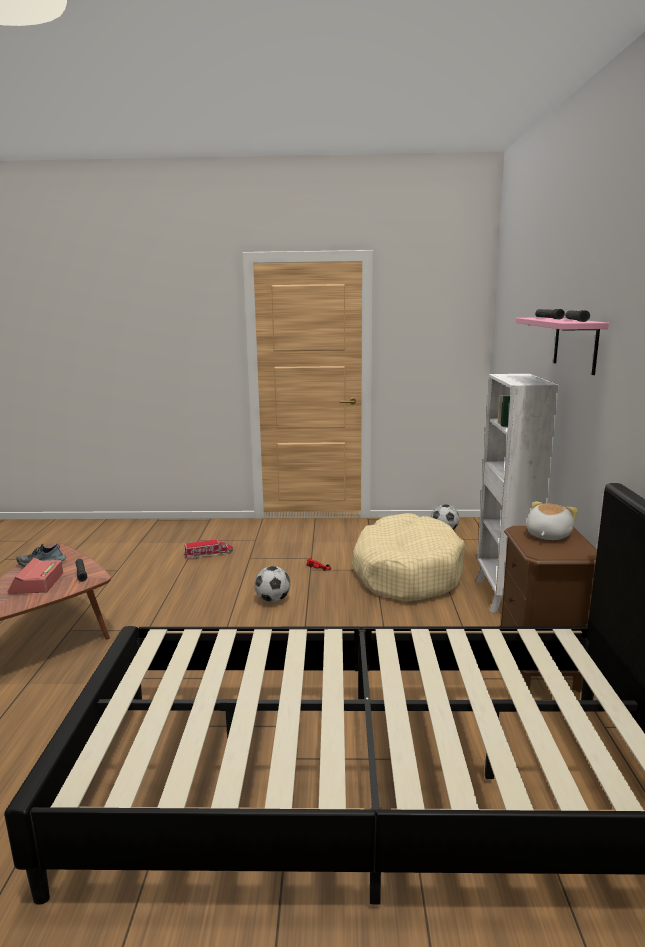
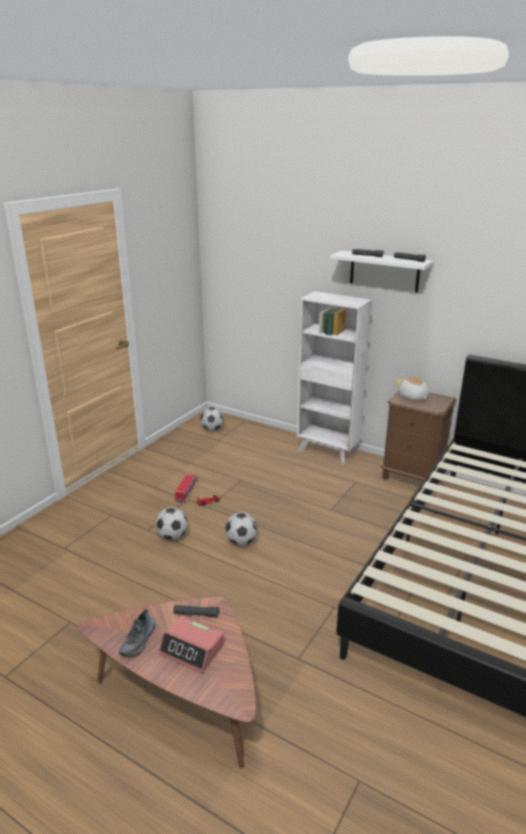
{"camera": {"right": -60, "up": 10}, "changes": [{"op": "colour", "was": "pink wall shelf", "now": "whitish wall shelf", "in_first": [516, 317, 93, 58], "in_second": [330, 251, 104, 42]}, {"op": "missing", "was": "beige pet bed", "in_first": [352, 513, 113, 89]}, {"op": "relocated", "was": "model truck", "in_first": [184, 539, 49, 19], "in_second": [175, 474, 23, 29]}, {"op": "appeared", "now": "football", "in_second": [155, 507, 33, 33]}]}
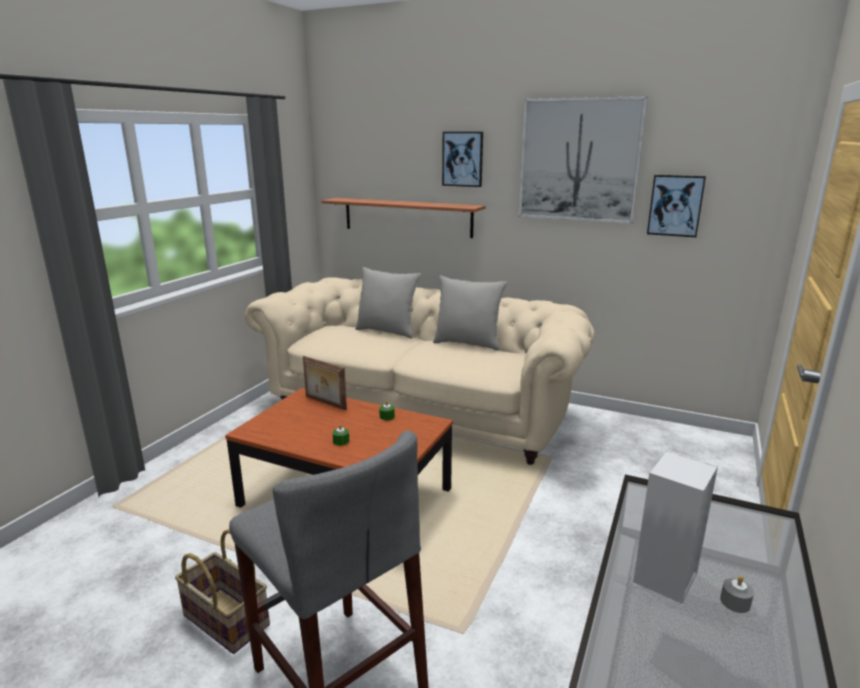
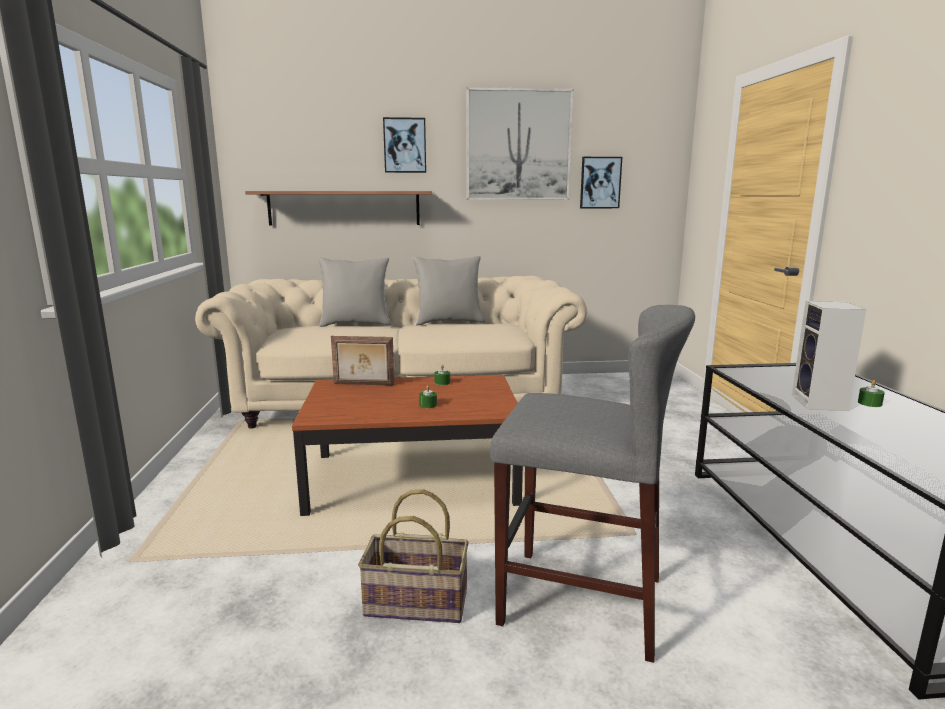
{"camera": {"right": -30, "up": -5}, "changes": [{"op": "colour", "was": "gray wax candle", "now": "green-coloured wax candle", "in_first": [720, 576, 34, 37], "in_second": [858, 380, 27, 27]}]}
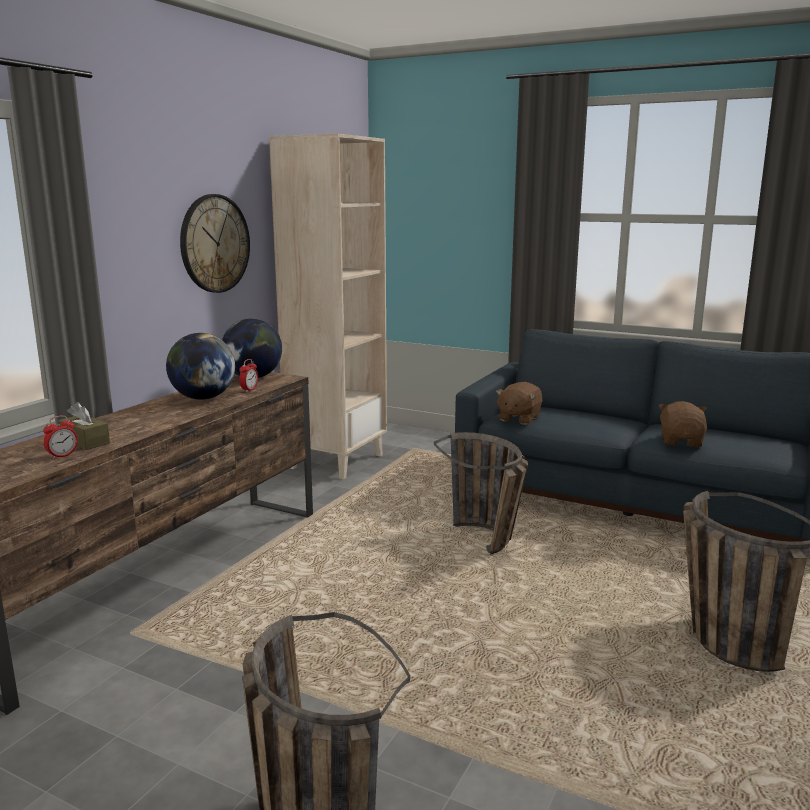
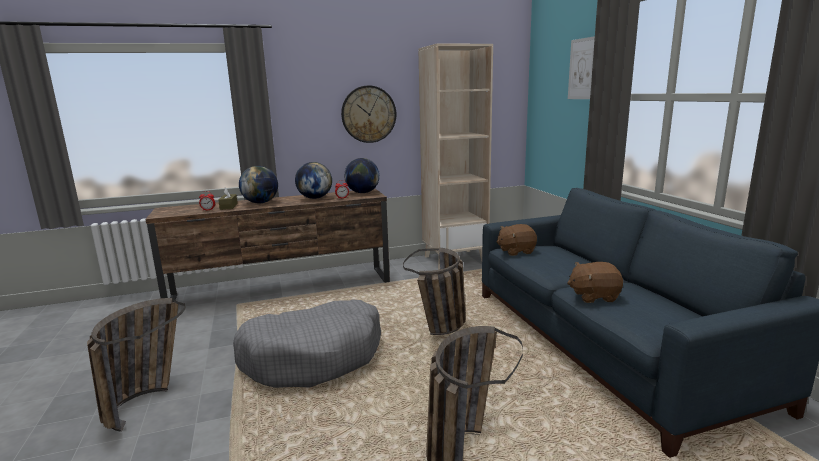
{"camera": {"right": 45, "up": 0}, "changes": [{"op": "spun", "was": "brown-coloured plush toy", "in_first": [659, 401, 48, 46], "in_second": [567, 262, 56, 41], "clockwise": -150}, {"op": "appeared", "now": "picture", "in_second": [568, 36, 27, 63]}, {"op": "appeared", "now": "desk globe", "in_second": [239, 166, 39, 37]}, {"op": "appeared", "now": "gray pet bed", "in_second": [233, 299, 148, 89]}]}
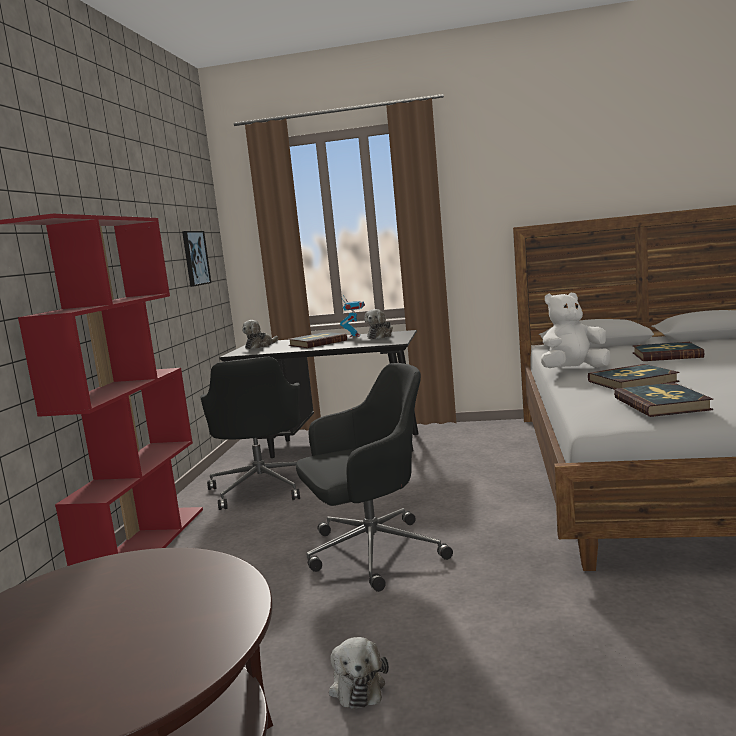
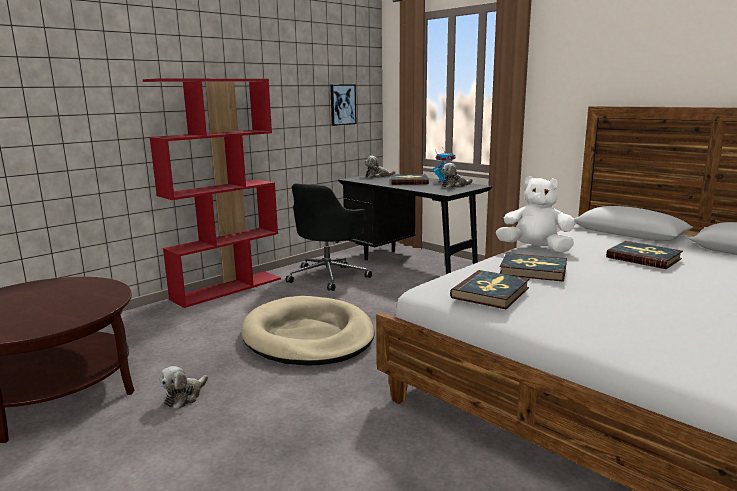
{"camera": {"right": 35, "up": 5}, "changes": [{"op": "exchanged", "was": "black desk chair", "now": "beige pet bed", "in_first": [296, 363, 157, 229], "in_second": [241, 296, 134, 69]}]}
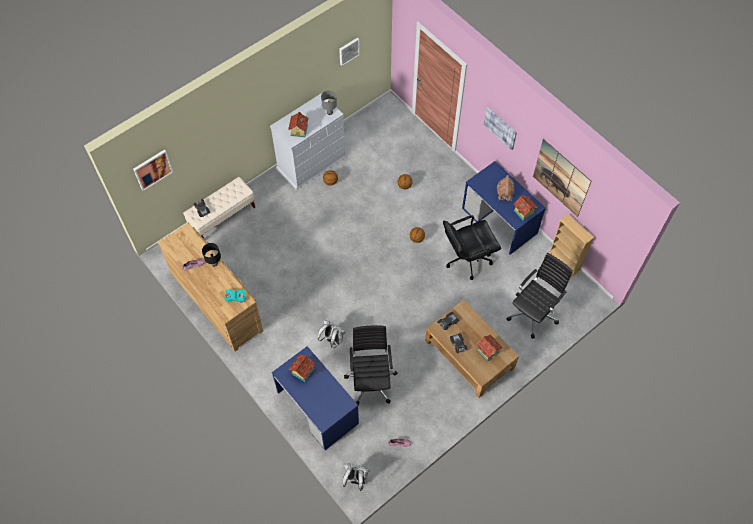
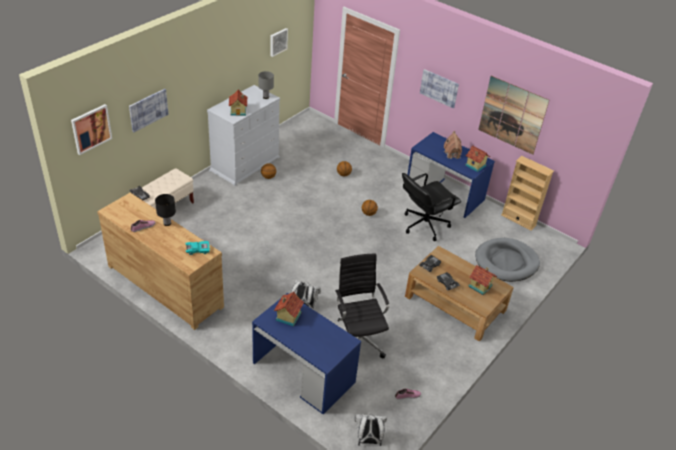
{"camera": {"right": -15, "up": -20}, "changes": [{"op": "exchanged", "was": "black desk chair", "now": "gray pet bed", "in_first": [507, 253, 66, 86], "in_second": [475, 238, 65, 44]}, {"op": "appeared", "now": "picture", "in_second": [129, 89, 39, 43]}]}
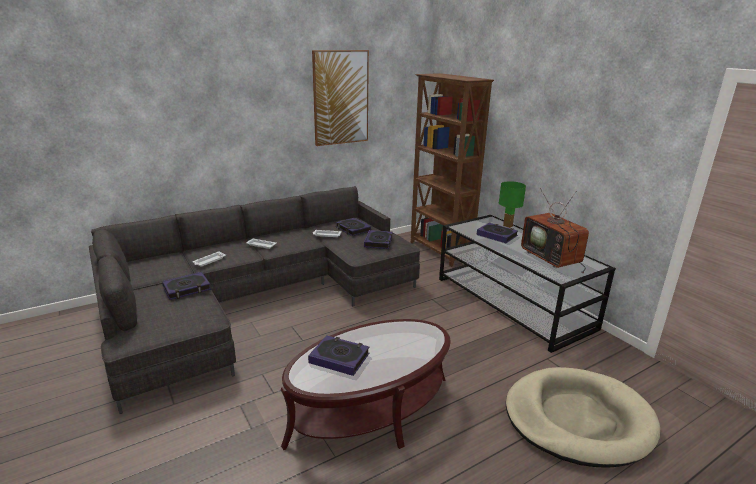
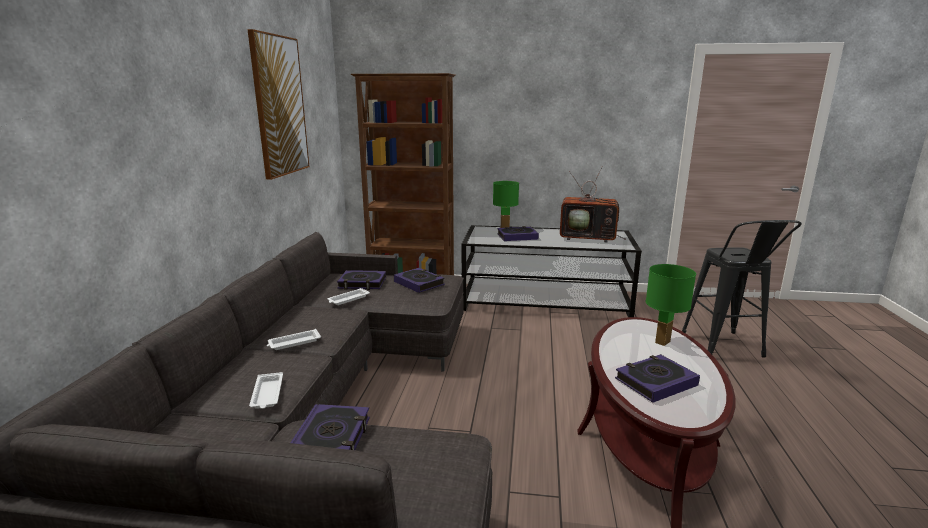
{"camera": {"right": -50, "up": -5}, "changes": [{"op": "exchanged", "was": "beige pet bed", "now": "black sitting stool", "in_first": [506, 367, 154, 101], "in_second": [682, 220, 120, 138]}, {"op": "appeared", "now": "green-coloured tabletop lamp", "in_second": [646, 264, 50, 82]}]}
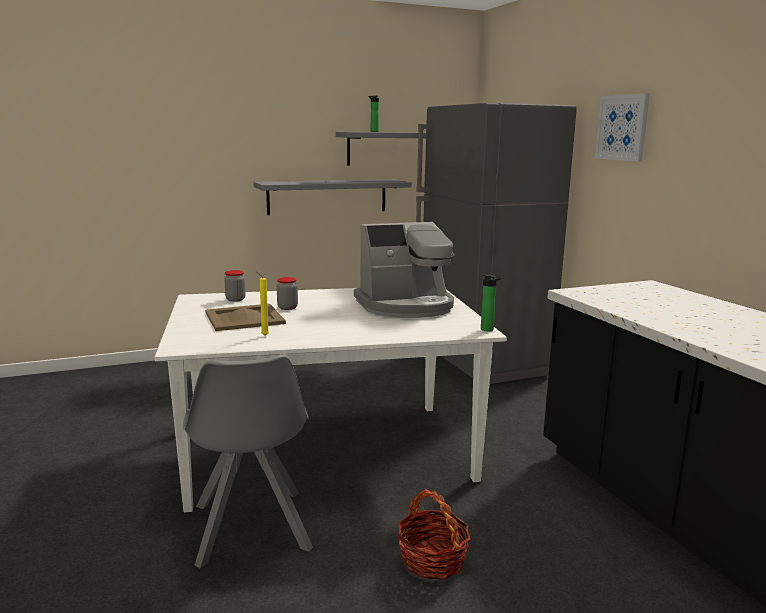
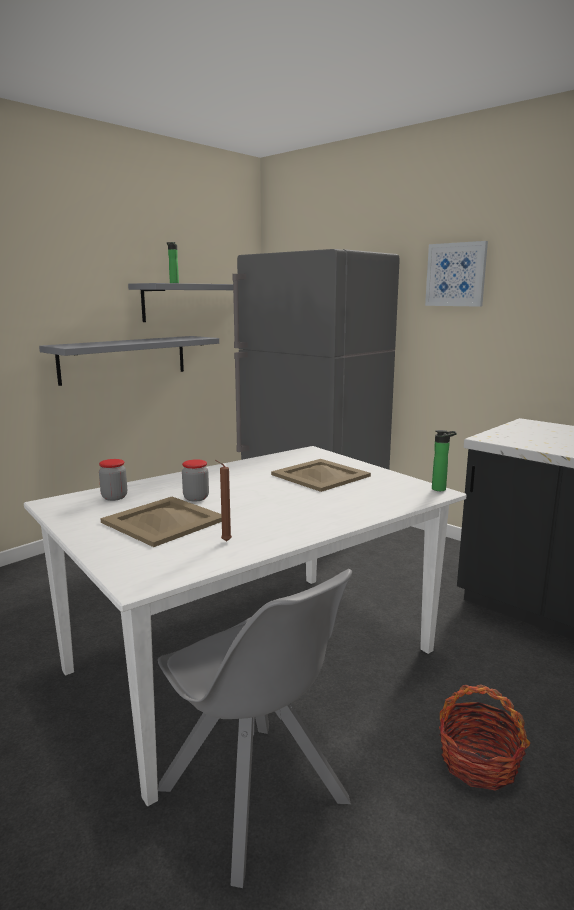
{"camera": {"right": -25, "up": 0}, "changes": [{"op": "exchanged", "was": "coffee maker", "now": "beige serving tray", "in_first": [354, 222, 101, 96], "in_second": [271, 459, 100, 33]}, {"op": "colour", "was": "yellow-coloured wax candle", "now": "brown-coloured wax candle", "in_first": [257, 272, 12, 64], "in_second": [215, 460, 17, 81]}]}
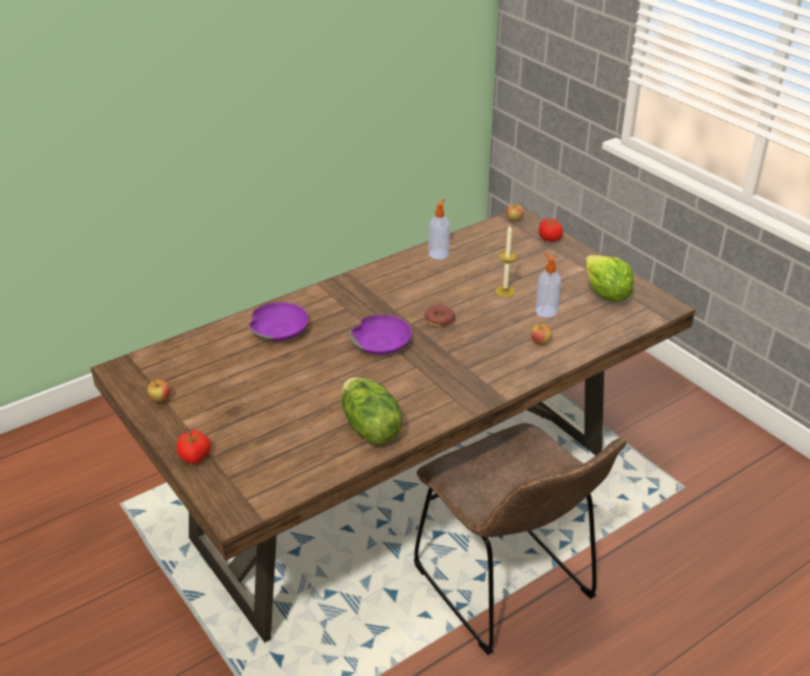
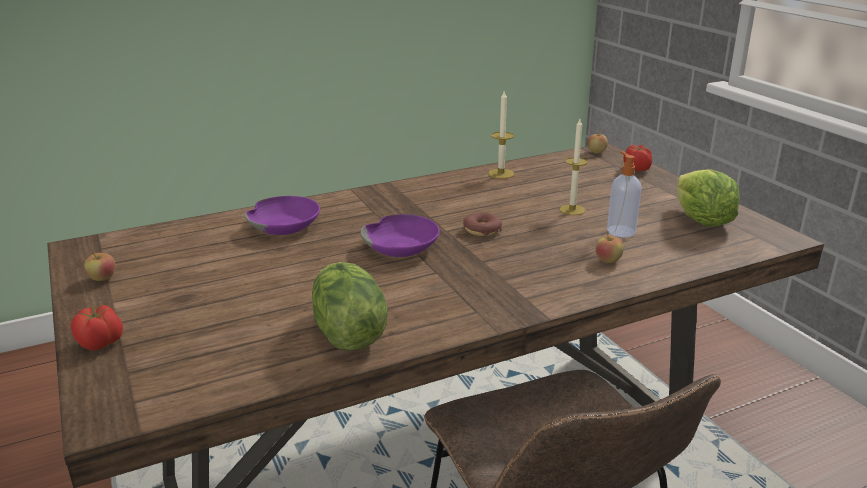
{"camera": {"right": 10, "up": -10}, "changes": [{"op": "exchanged", "was": "soap bottle", "now": "wax candle", "in_first": [428, 199, 22, 61], "in_second": [488, 91, 26, 88]}]}
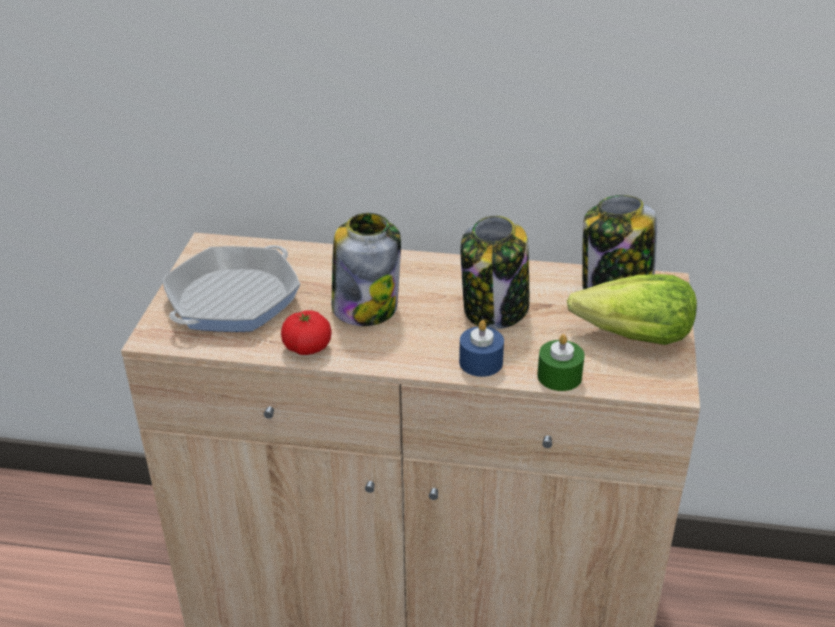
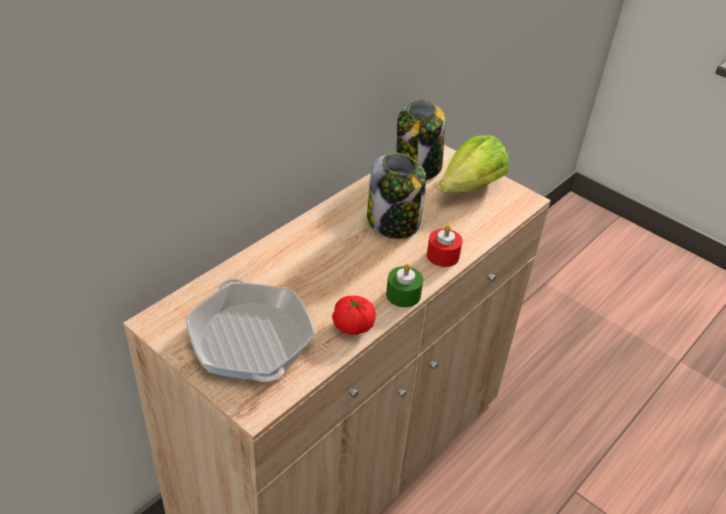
{"camera": {"right": -60, "up": 5}, "changes": [{"op": "missing", "was": "preserve jar", "in_first": [332, 213, 69, 113]}, {"op": "colour", "was": "blue-coloured wax candle", "now": "red-coloured wax candle", "in_first": [459, 320, 45, 57], "in_second": [427, 225, 36, 42]}, {"op": "relocated", "was": "green-coloured wax candle", "in_first": [537, 334, 48, 57], "in_second": [386, 264, 37, 44]}]}
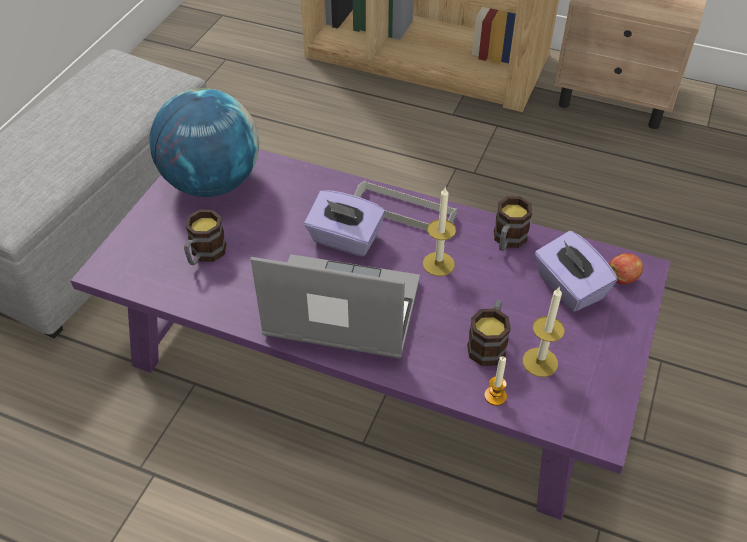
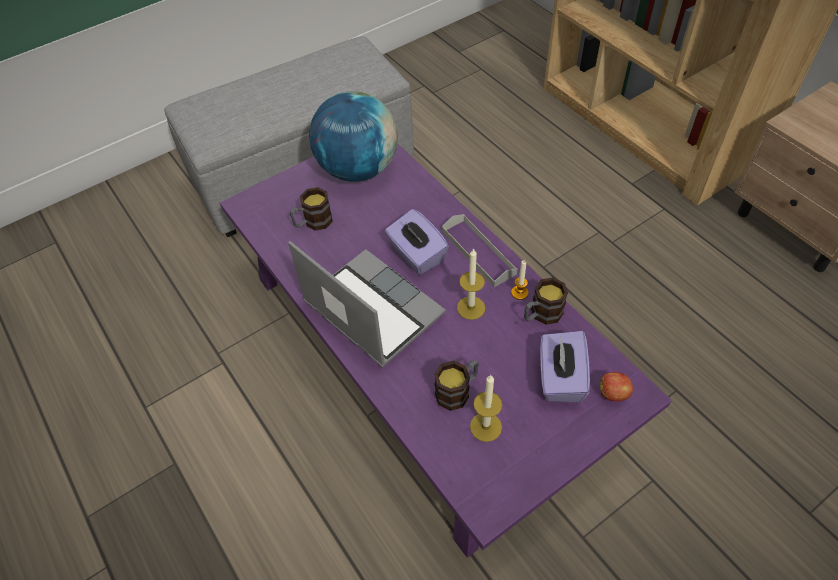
{"camera": {"right": 35, "up": 5}, "changes": [{"op": "relocated", "was": "wax candle", "in_first": [484, 356, 23, 50], "in_second": [511, 260, 17, 40]}]}
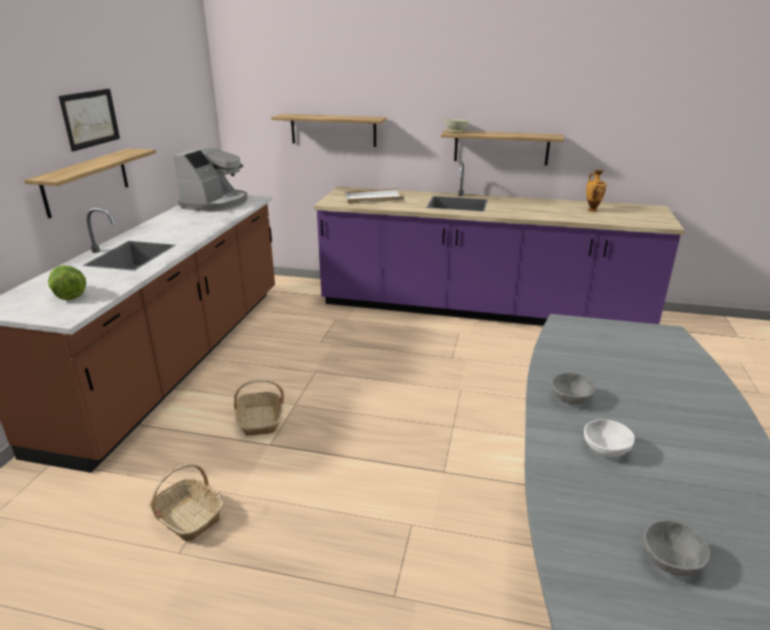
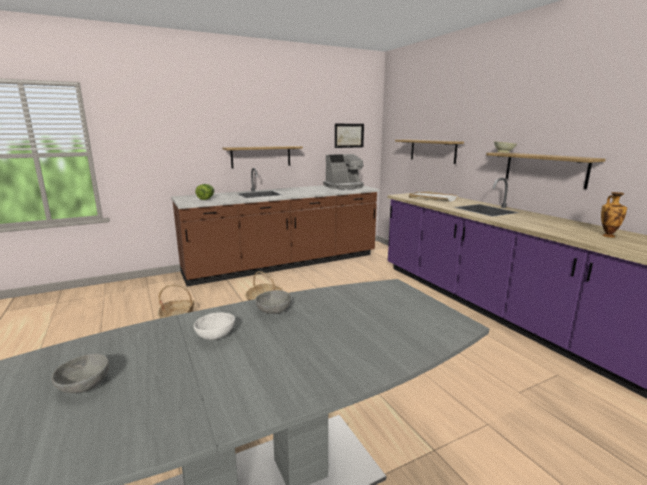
{"camera": {"right": 50, "up": -10}, "changes": [{"op": "relocated", "was": "picture", "in_first": [59, 89, 61, 62], "in_second": [335, 124, 29, 24]}]}
